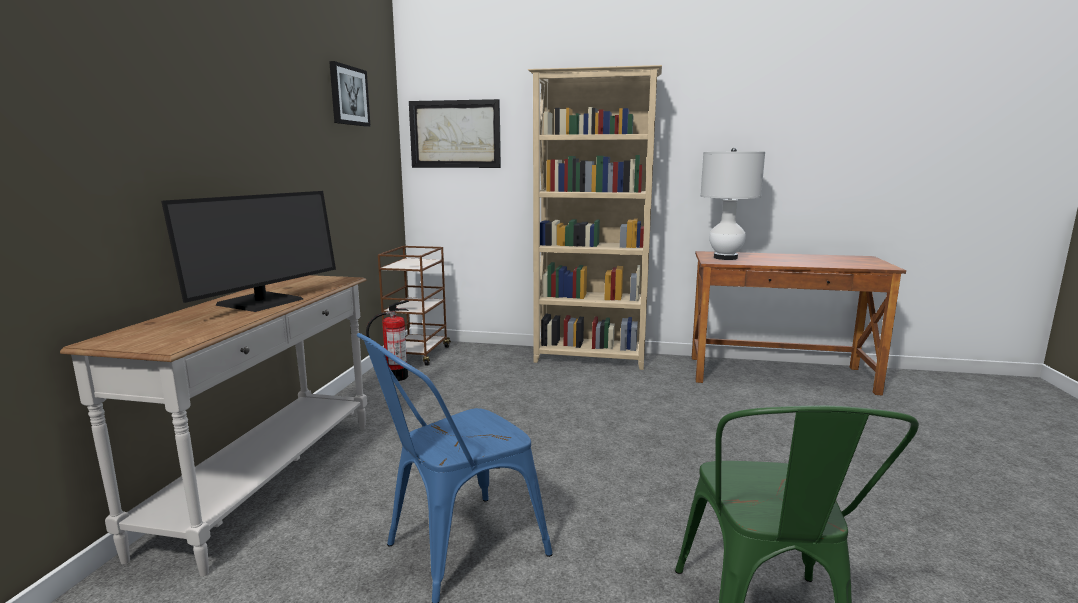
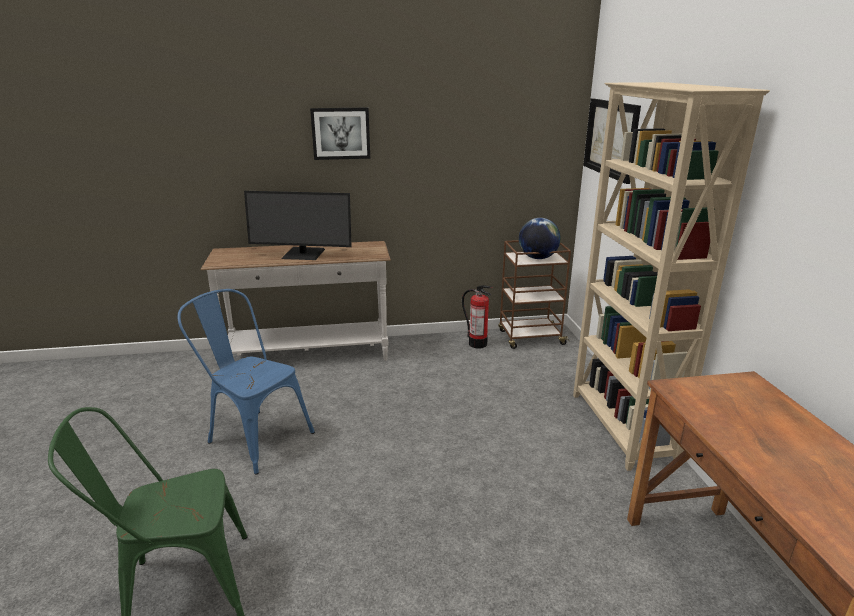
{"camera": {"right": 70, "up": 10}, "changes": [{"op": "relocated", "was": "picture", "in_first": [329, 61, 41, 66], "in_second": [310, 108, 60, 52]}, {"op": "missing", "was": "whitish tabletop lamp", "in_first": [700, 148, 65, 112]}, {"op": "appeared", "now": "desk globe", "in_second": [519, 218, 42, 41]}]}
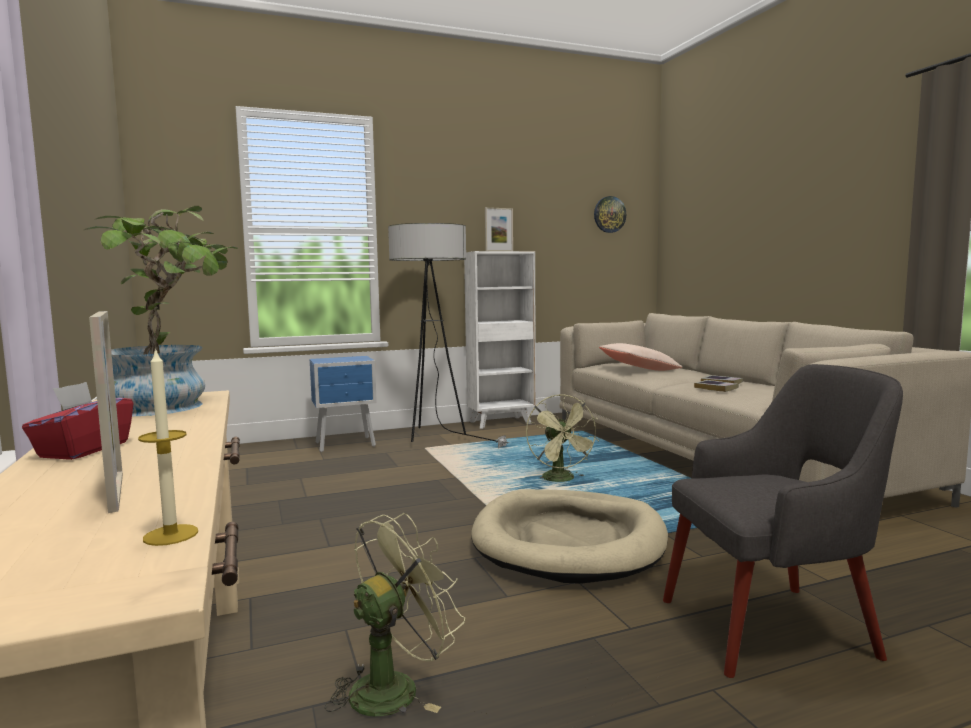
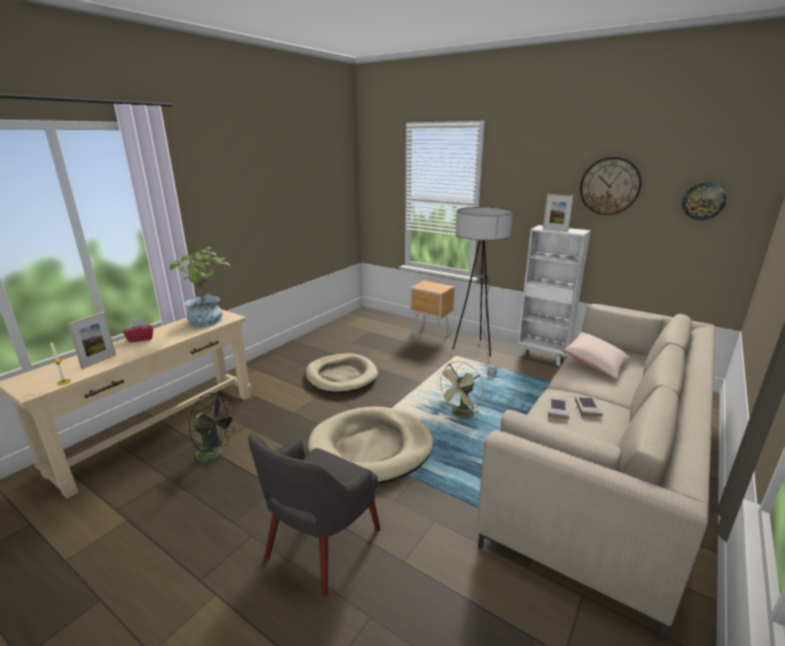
{"camera": {"right": 55, "up": 15}, "changes": [{"op": "colour", "was": "blue-coloured nightstand", "now": "brown-coloured nightstand", "in_first": [310, 356, 67, 96], "in_second": [410, 281, 45, 62]}, {"op": "spun", "was": "gray easy chair", "in_first": [663, 364, 240, 314], "in_second": [248, 434, 133, 163], "clockwise": 75}, {"op": "colour", "was": "green-coloured fan", "now": "black fan", "in_first": [325, 513, 140, 203], "in_second": [189, 393, 47, 76]}, {"op": "appeared", "now": "clock on the wall", "in_second": [580, 157, 62, 58]}, {"op": "appeared", "now": "beige pet bed", "in_second": [306, 353, 72, 40]}]}
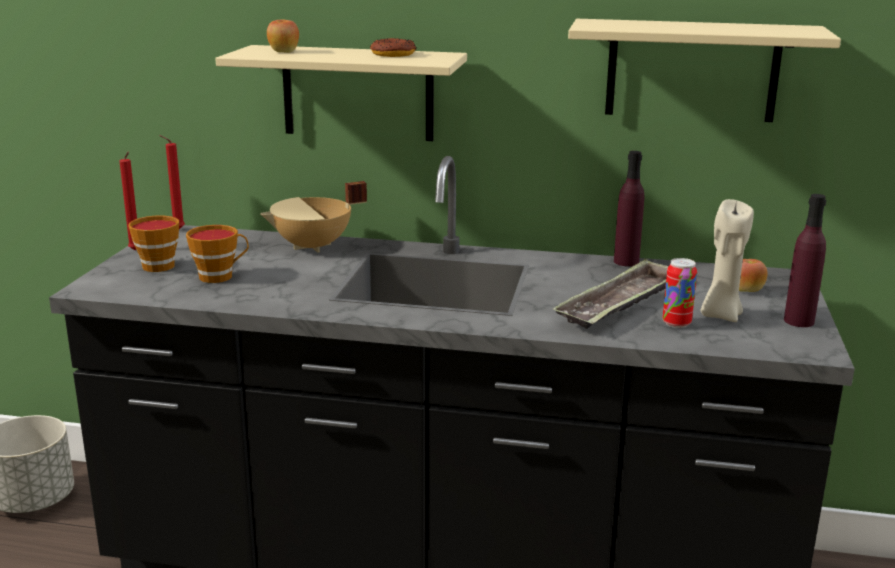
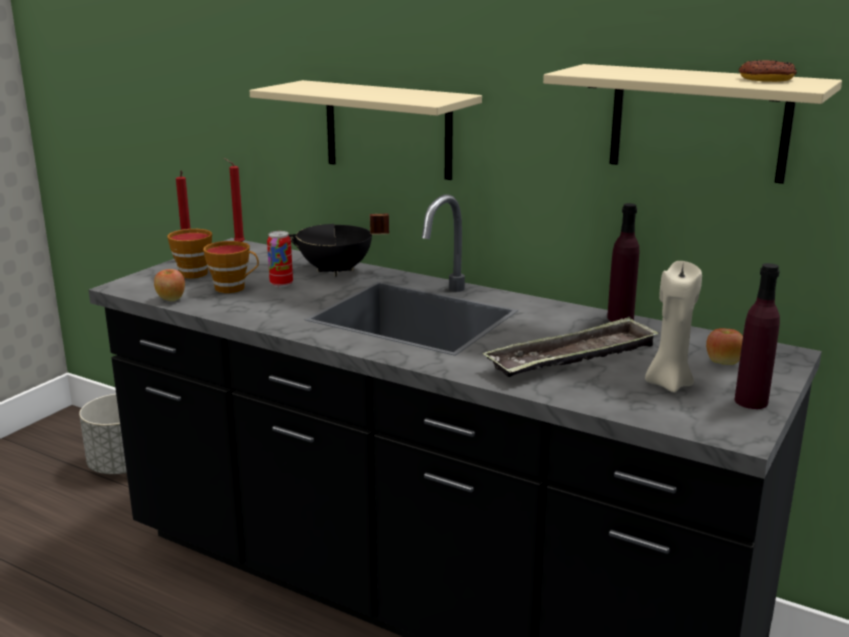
{"camera": {"right": 20, "up": 0}, "changes": [{"op": "relocated", "was": "apple", "in_first": [267, 20, 32, 33], "in_second": [154, 269, 31, 32]}, {"op": "relocated", "was": "doughnut", "in_first": [370, 38, 46, 19], "in_second": [739, 60, 58, 22]}, {"op": "colour", "was": "beige saucepot", "now": "black saucepot", "in_first": [260, 181, 107, 72], "in_second": [289, 214, 100, 63]}, {"op": "relocated", "was": "sealed can", "in_first": [663, 258, 34, 70], "in_second": [267, 231, 26, 56]}]}
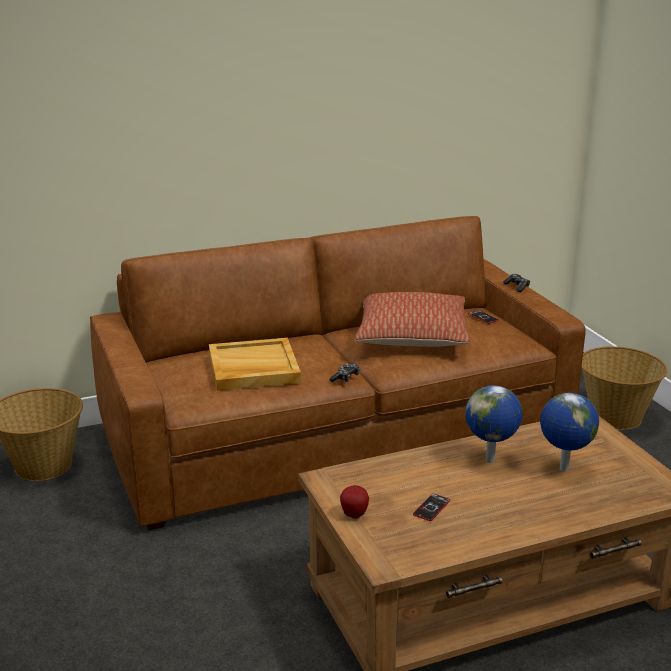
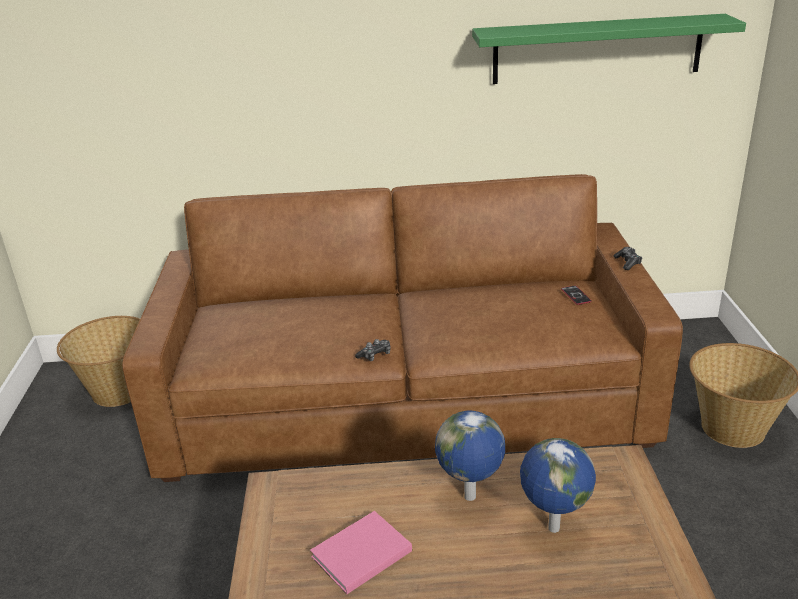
{"camera": {"right": 20, "up": 5}, "changes": [{"op": "missing", "was": "throw pillow", "in_first": [355, 292, 115, 55]}, {"op": "missing", "was": "beige serving tray", "in_first": [209, 338, 92, 53]}, {"op": "missing", "was": "apple", "in_first": [340, 485, 29, 34]}, {"op": "exchanged", "was": "handset", "now": "pink bound book", "in_first": [413, 494, 37, 27], "in_second": [310, 511, 102, 83]}, {"op": "appeared", "now": "green-coloured wall shelf", "in_second": [472, 14, 274, 70]}]}
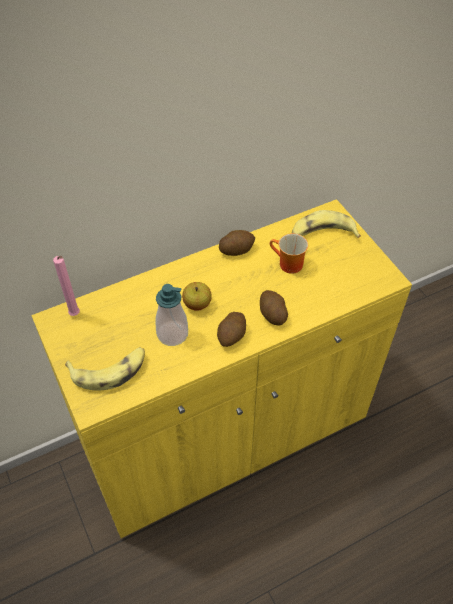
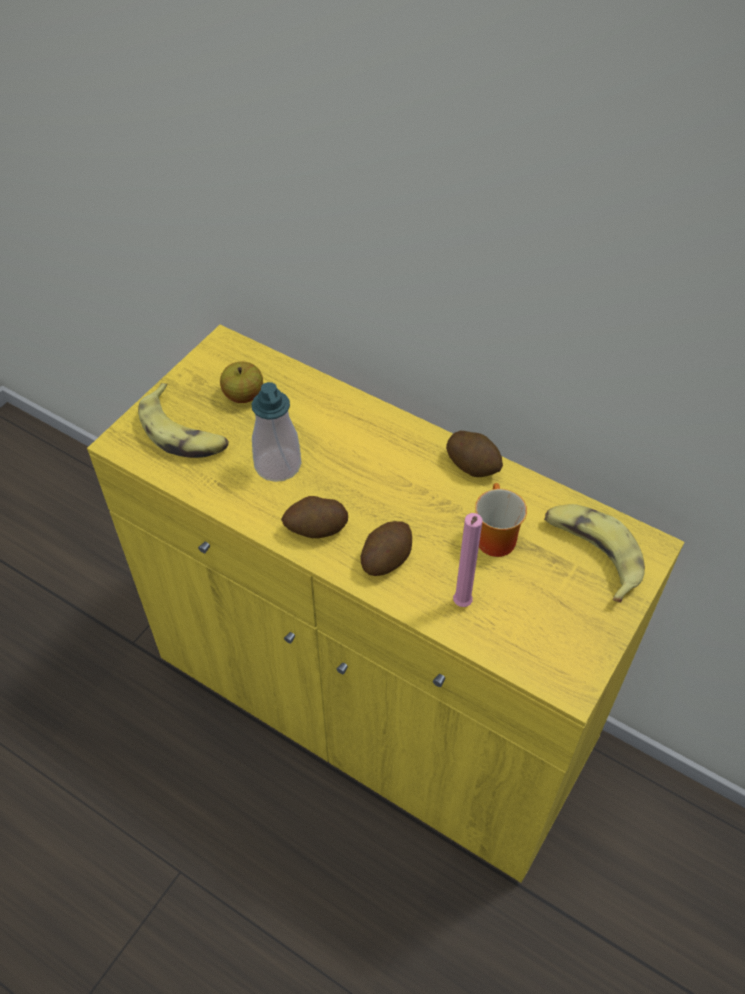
{"camera": {"right": 60, "up": 0}, "changes": [{"op": "relocated", "was": "pink wax candle", "in_first": [53, 256, 27, 60], "in_second": [453, 513, 29, 94]}, {"op": "relocated", "was": "apple", "in_first": [182, 282, 30, 29], "in_second": [220, 362, 43, 41]}]}
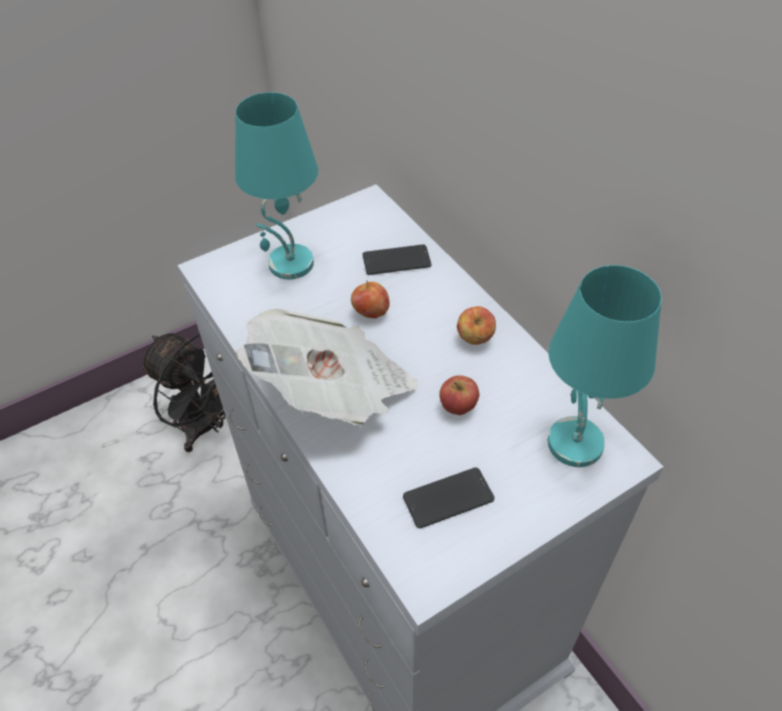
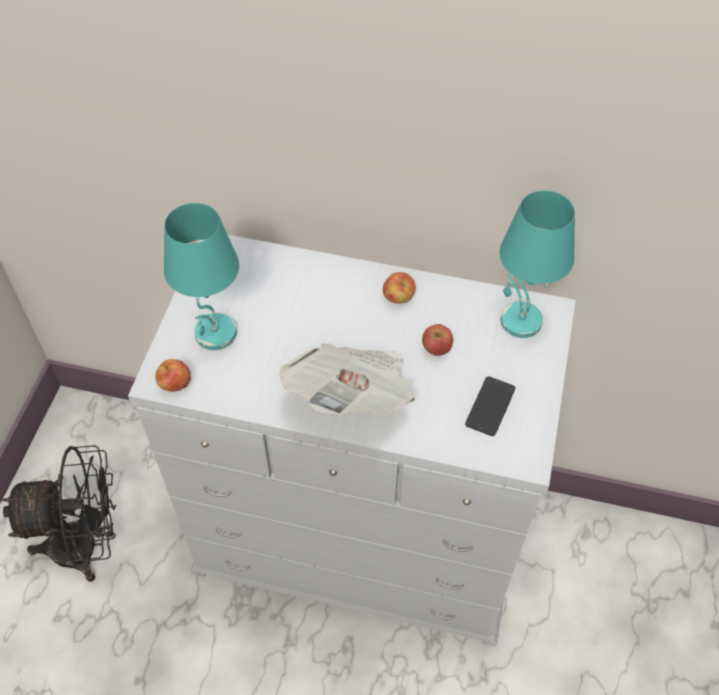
{"camera": {"right": -45, "up": 5}, "changes": [{"op": "missing", "was": "handset", "in_first": [363, 244, 68, 31]}, {"op": "relocated", "was": "apple", "in_first": [351, 281, 39, 37], "in_second": [155, 359, 36, 33]}]}
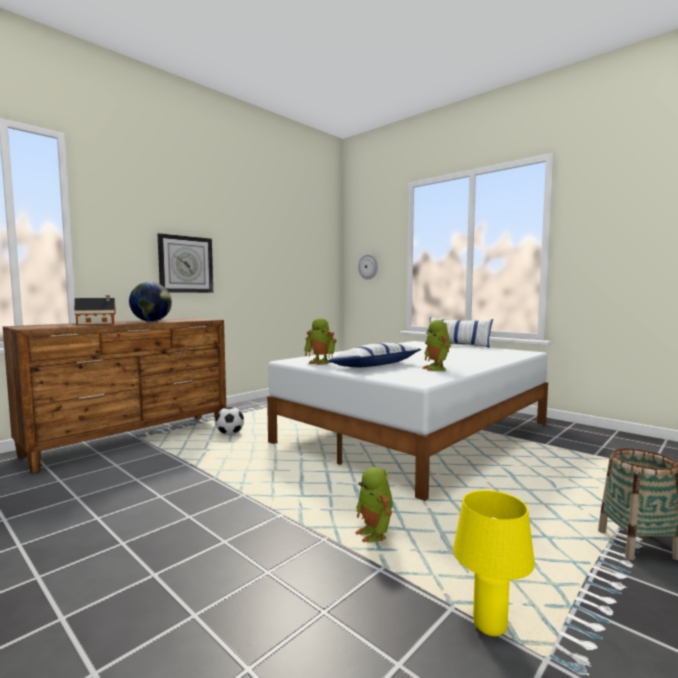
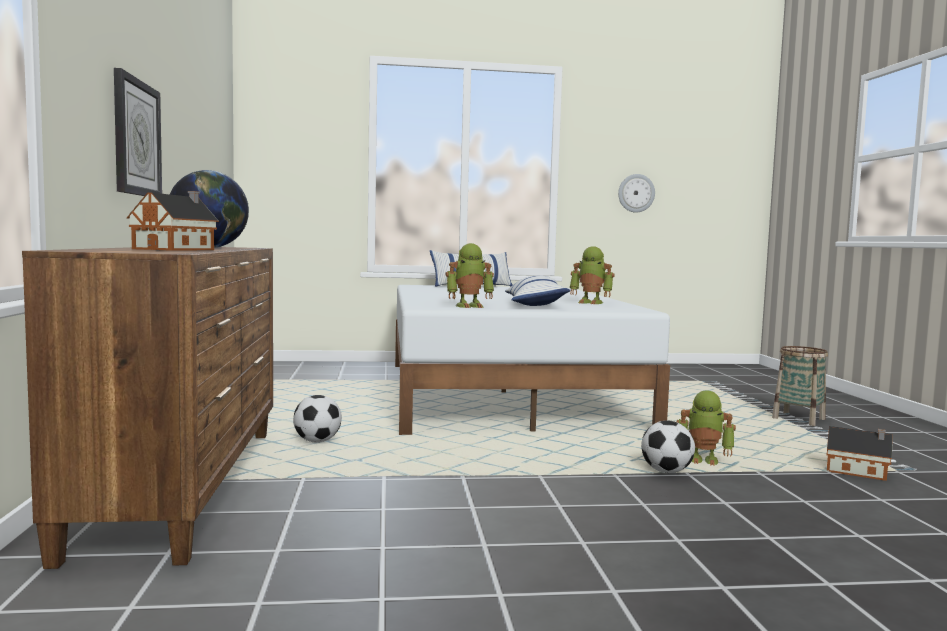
{"camera": {"right": -50, "up": 0}, "changes": [{"op": "relocated", "was": "clock on the wall", "in_first": [358, 254, 20, 26], "in_second": [618, 174, 37, 39]}, {"op": "exchanged", "was": "yellow-coloured tabletop lamp", "now": "toy house", "in_first": [453, 490, 82, 146], "in_second": [827, 426, 66, 55]}, {"op": "appeared", "now": "football", "in_second": [641, 420, 54, 53]}]}
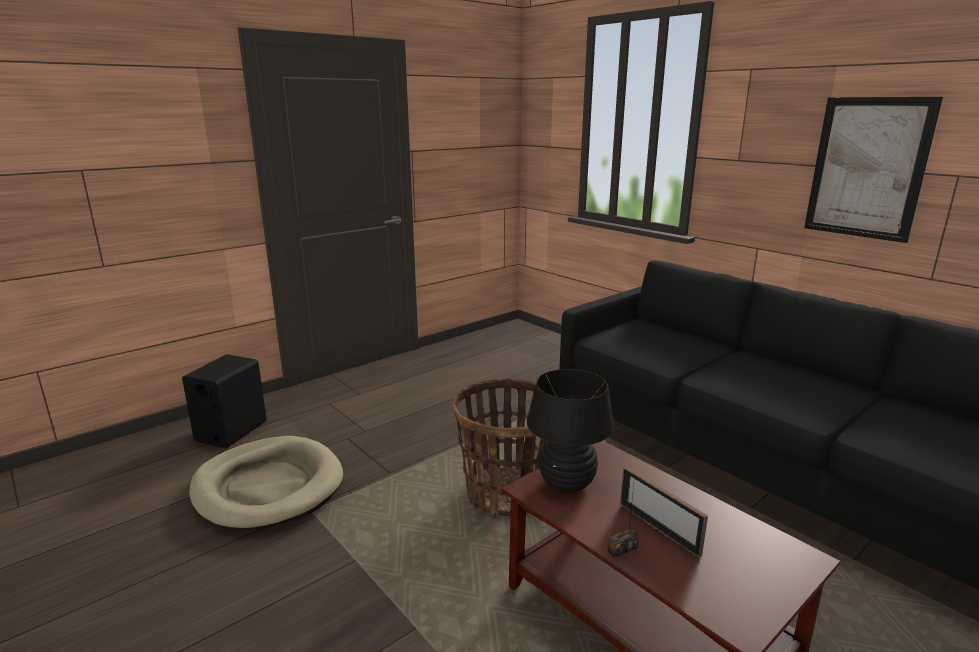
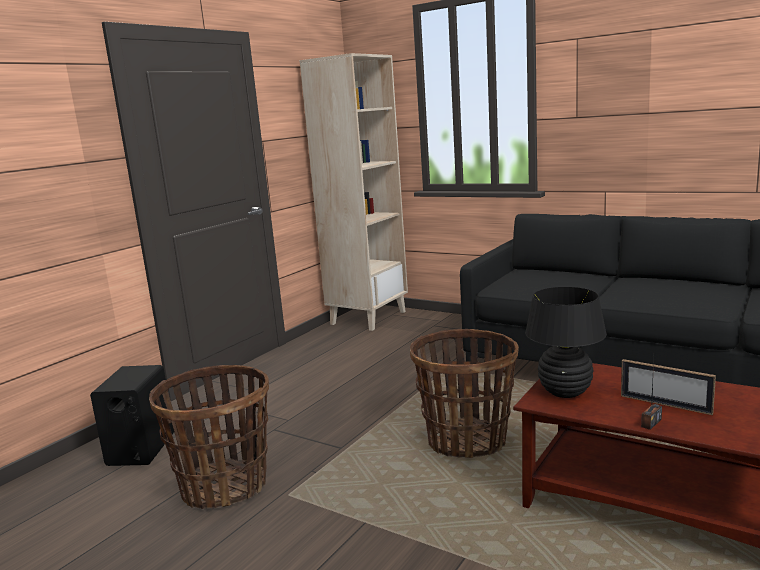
{"camera": {"right": -15, "up": -5}, "changes": [{"op": "missing", "was": "picture", "in_first": [804, 97, 139, 146]}, {"op": "exchanged", "was": "beige pet bed", "now": "household basket", "in_first": [189, 436, 154, 94], "in_second": [149, 365, 120, 145]}, {"op": "appeared", "now": "beige shelving unit", "in_second": [299, 53, 109, 278]}]}
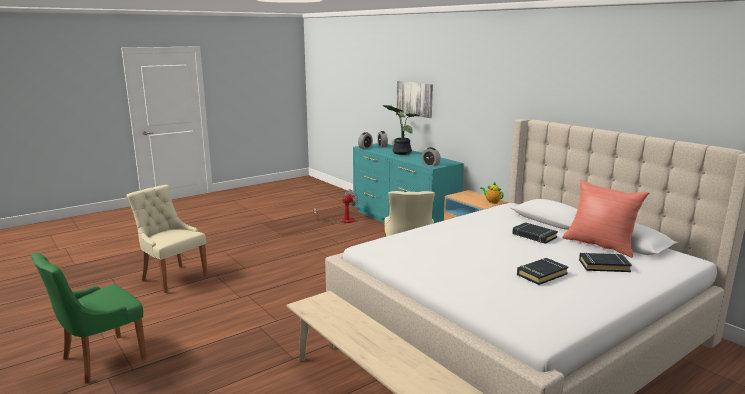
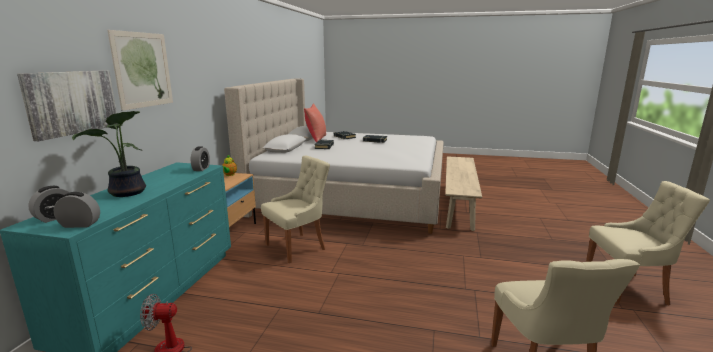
{"camera": {"right": -130, "up": 0}, "changes": [{"op": "colour", "was": "green-coloured plain chair", "now": "beige plain chair", "in_first": [31, 253, 116, 131], "in_second": [586, 181, 124, 125]}, {"op": "appeared", "now": "picture", "in_second": [107, 30, 66, 81]}]}
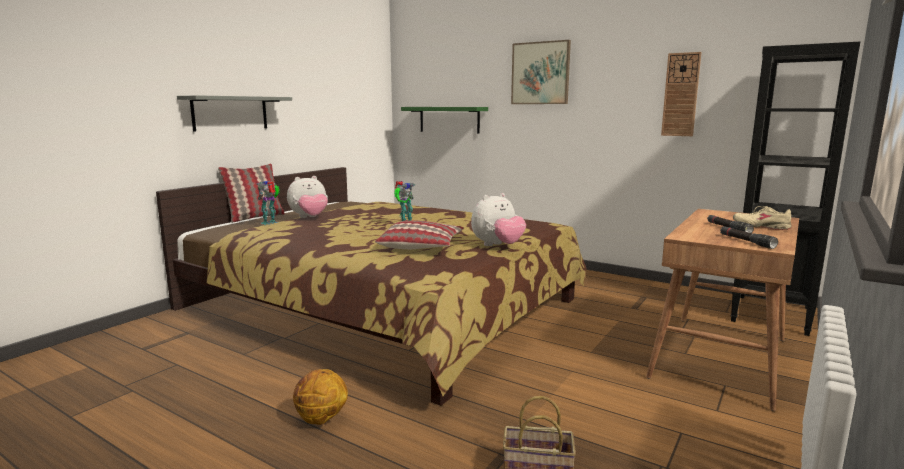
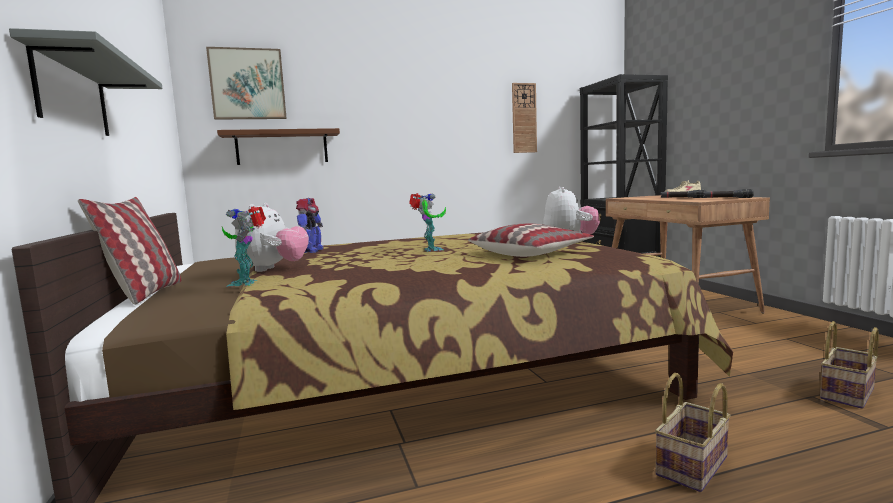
{"camera": {"right": -50, "up": -5}, "changes": [{"op": "relocated", "was": "picture", "in_first": [511, 40, 60, 64], "in_second": [206, 47, 81, 73]}, {"op": "colour", "was": "green-coloured wall shelf", "now": "brown-coloured wall shelf", "in_first": [401, 107, 87, 26], "in_second": [217, 128, 123, 37]}, {"op": "exchanged", "was": "basketball", "now": "household basket", "in_first": [293, 369, 55, 56], "in_second": [655, 373, 76, 119]}, {"op": "appeared", "now": "toy robot", "in_second": [296, 198, 28, 55]}]}
